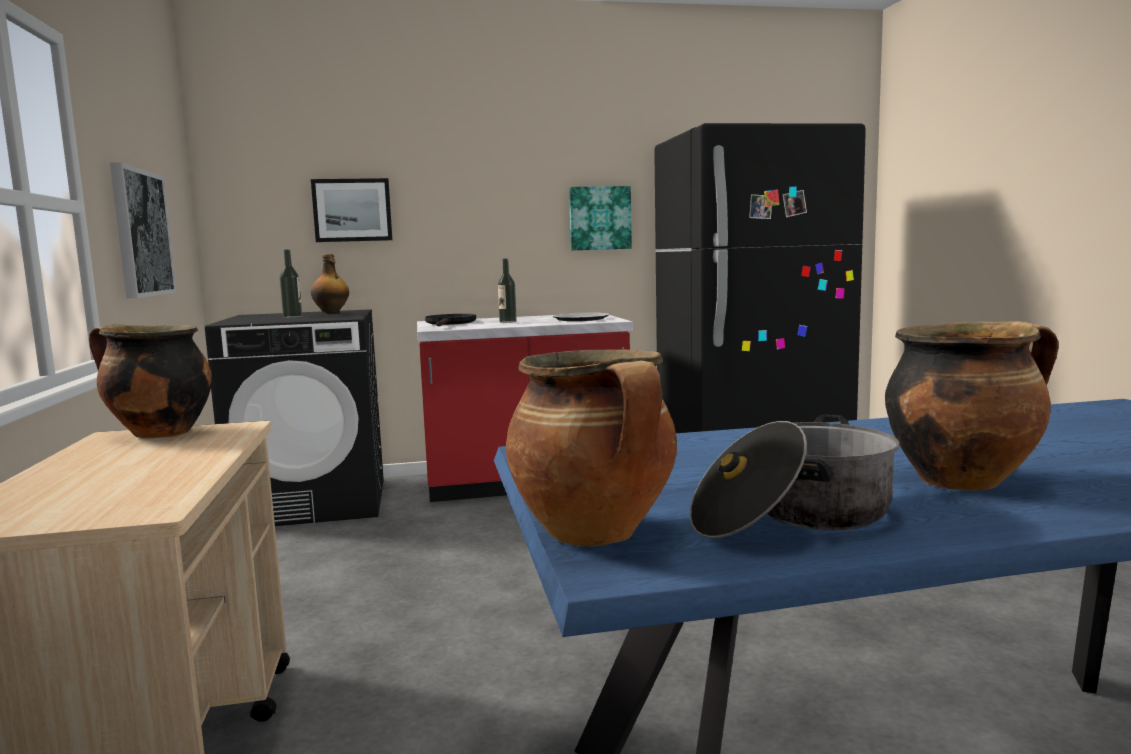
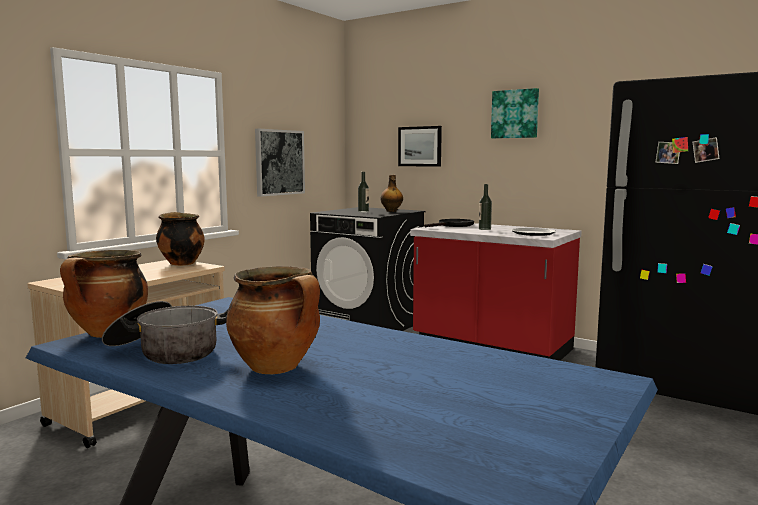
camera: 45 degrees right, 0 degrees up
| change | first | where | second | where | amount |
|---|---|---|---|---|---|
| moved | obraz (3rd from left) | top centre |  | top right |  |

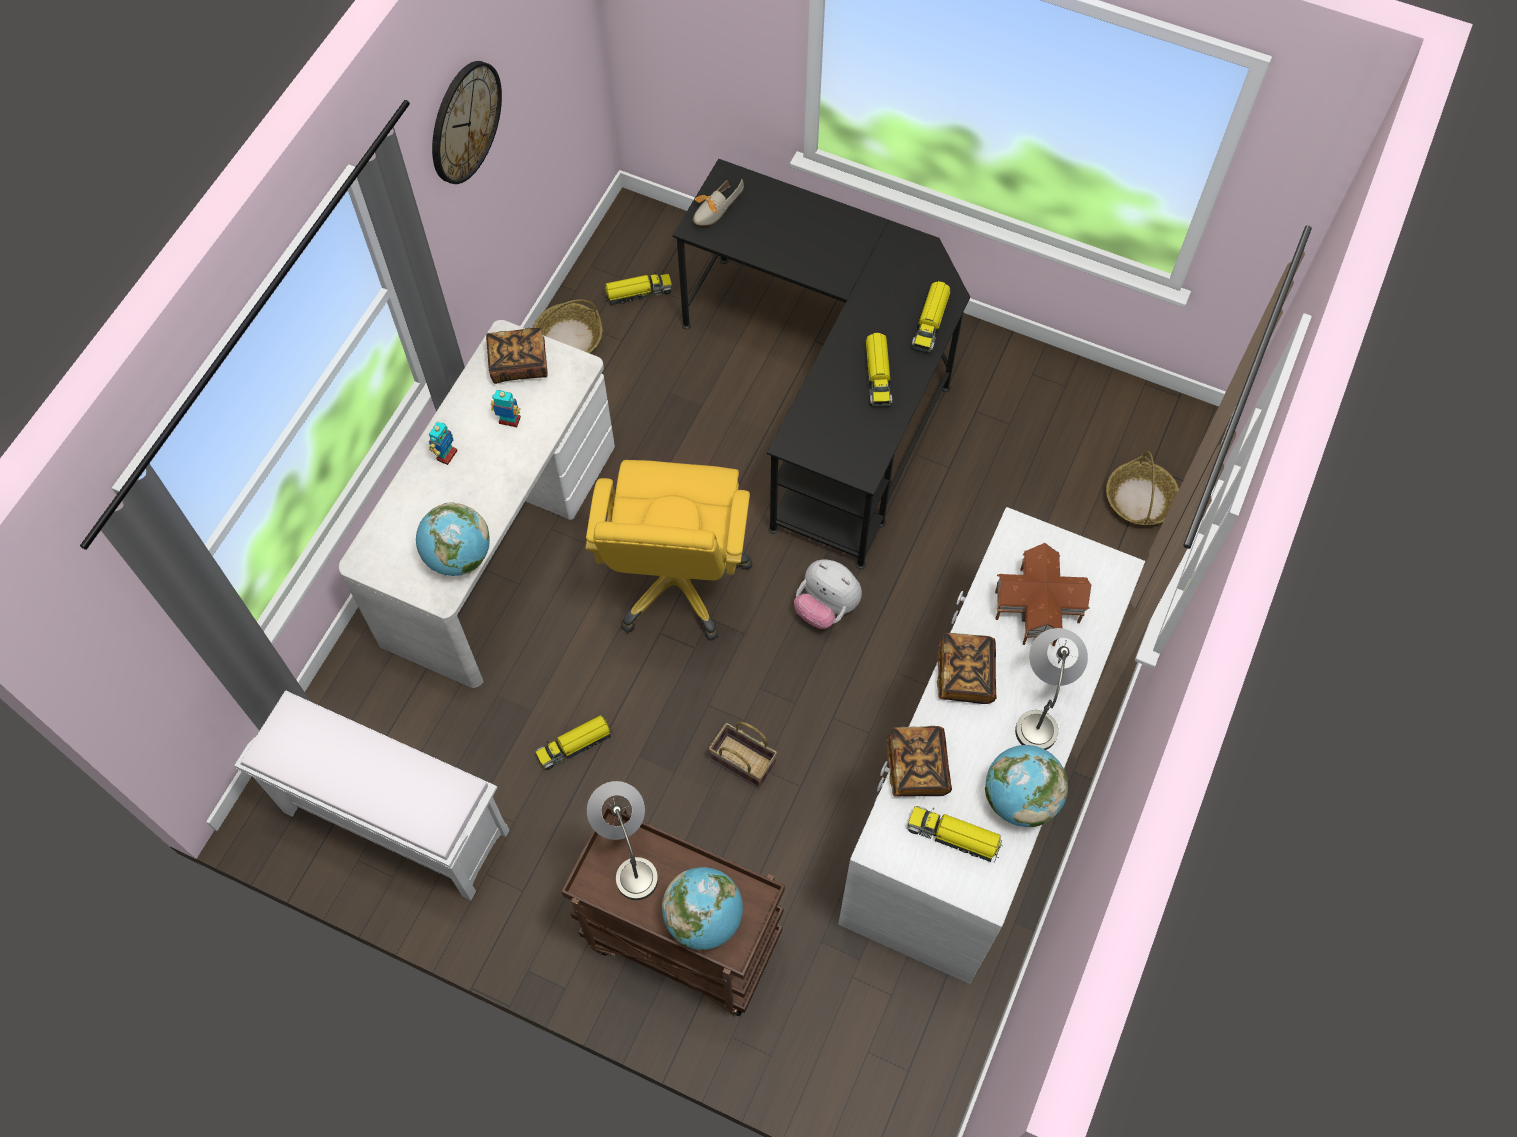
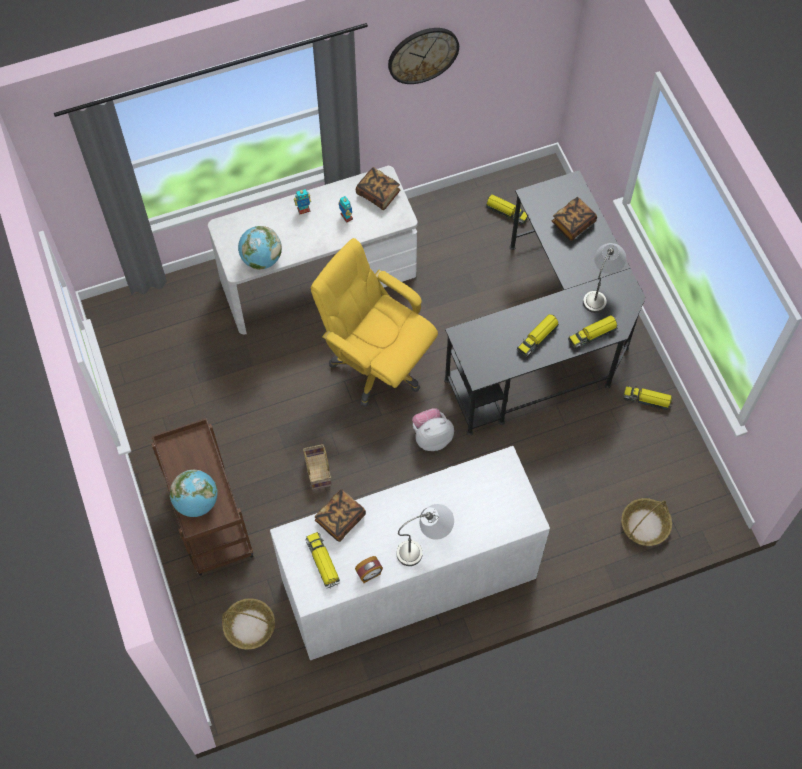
camera: 45 degrees right, 0 degrees up
| change | first | where | second | where | amount |
|---|---|---|---|---|---|
| removed | but | top centre |  |  |  |
| moved | koszyk (1st from left) | top centre |  | bottom left |  |
| turned | krzesło biurowe [żółty] | centre |  | centre | 75 degrees clockwise |
| removed | domek | middle right |  |  |  |
| turned | pluszak | centre |  | centre | 75 degrees clockwise |
| moved | książka (3rd from left) | centre |  | top right |  |
| removed | ławka [biały] | bottom left |  |  |  |
| moved | ciężarówka zabawkowa (1st from left in the first image) | centre | ciężarówka zabawkowa (5th from left) | middle right |  |
| replaced | globus (3rd from left) | bottom right | budzik | bottom centre |  |
| moved | lampa stołowa [szary] (1st from left in the first image) | bottom centre | lampa stołowa [szary] (2nd from left) | middle right |  |

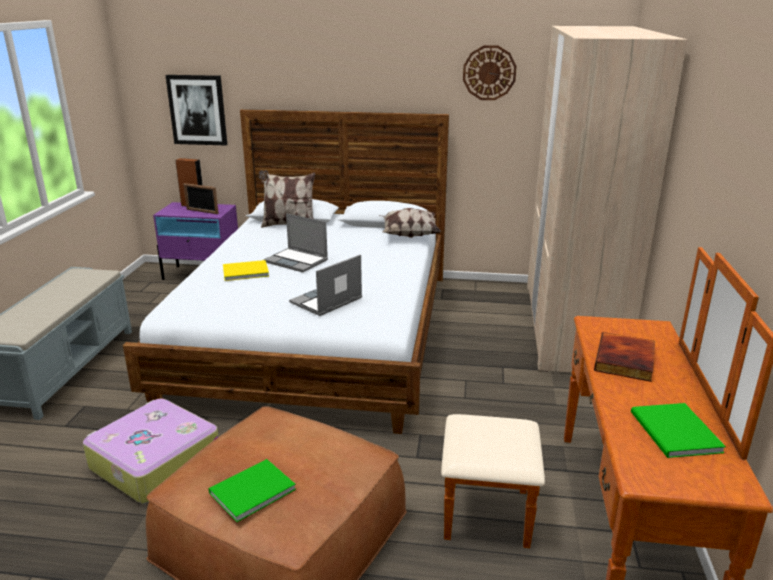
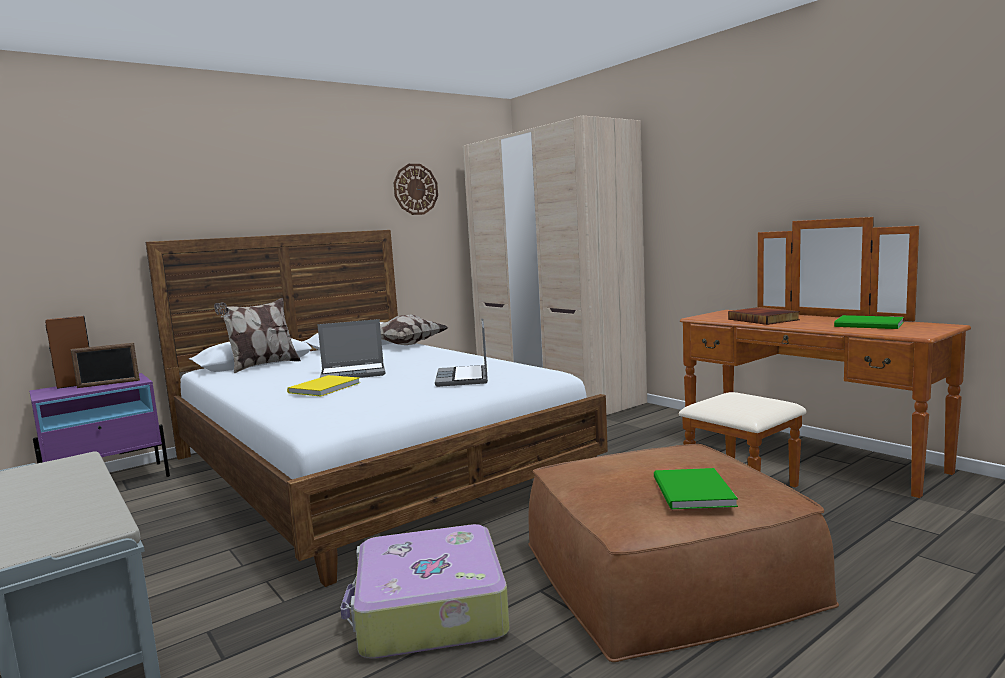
camera: 45 degrees left, 15 degrees down
| change | first | where | second | where | amount |
|---|---|---|---|---|---|
| removed | obraz | top left |  |  |  |

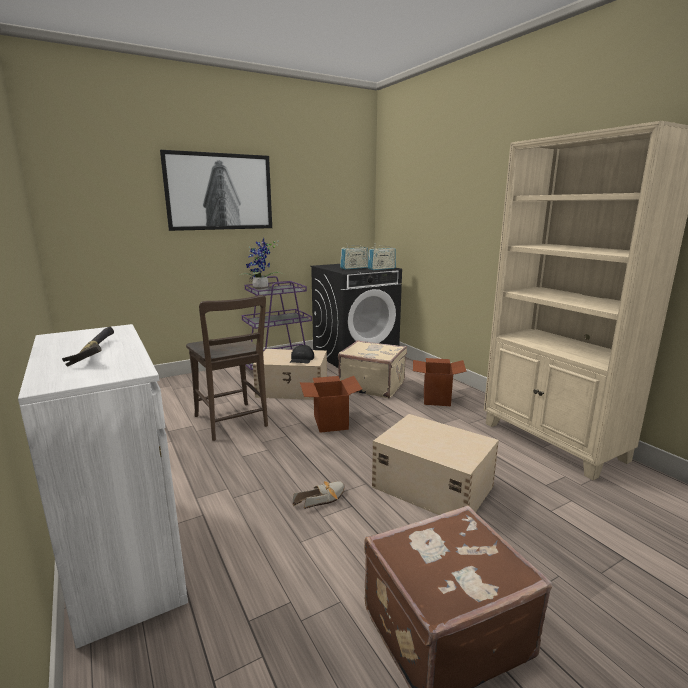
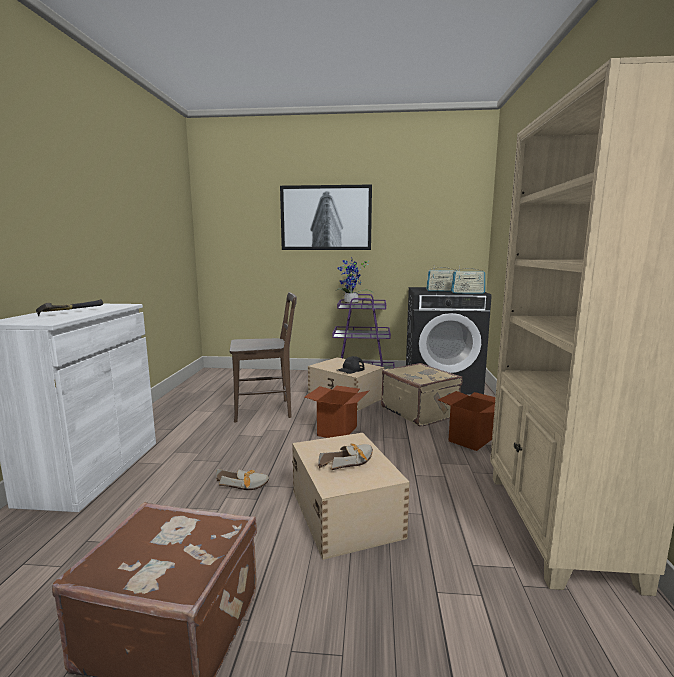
camera: 35 degrees right, 5 degrees down
| change | first | where | second | where | amount |
|---|---|---|---|---|---|
| turned | krzesło [brązowy] | middle left |  | centre | 105 degrees counterclockwise |
| added |  |  | but (2nd from left) | bottom centre |  |

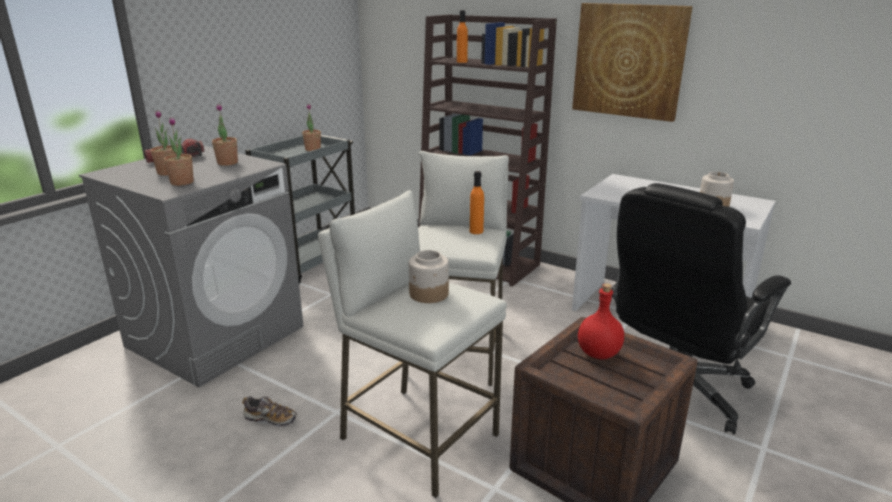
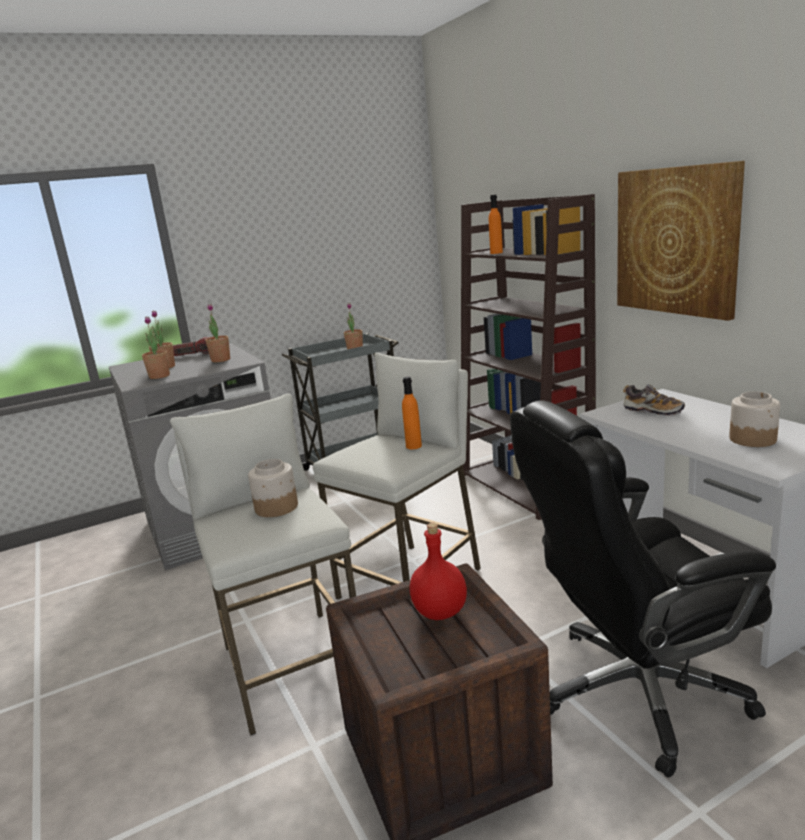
camera: 30 degrees right, 5 degrees down
| change | first | where | second | where | amount |
|---|---|---|---|---|---|
| moved | but | bottom left |  | middle right |  |

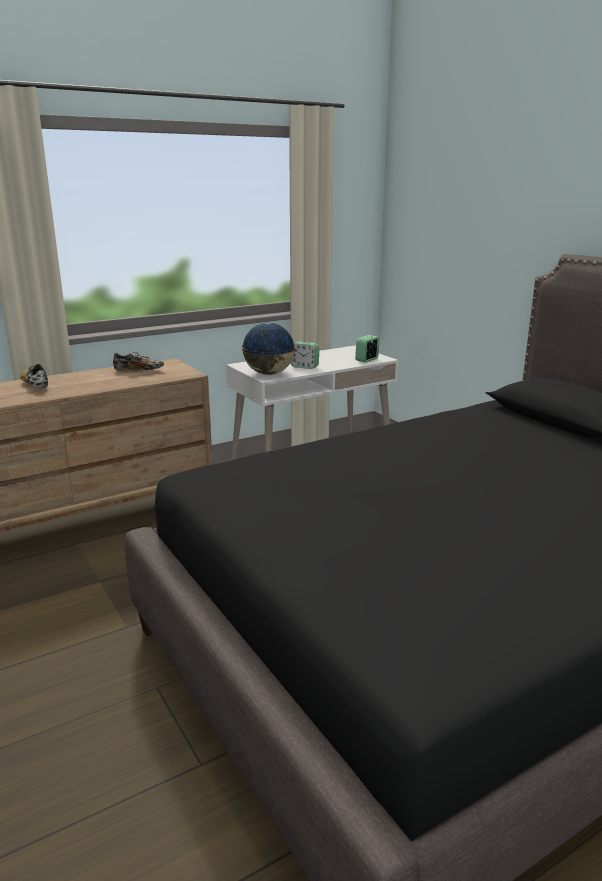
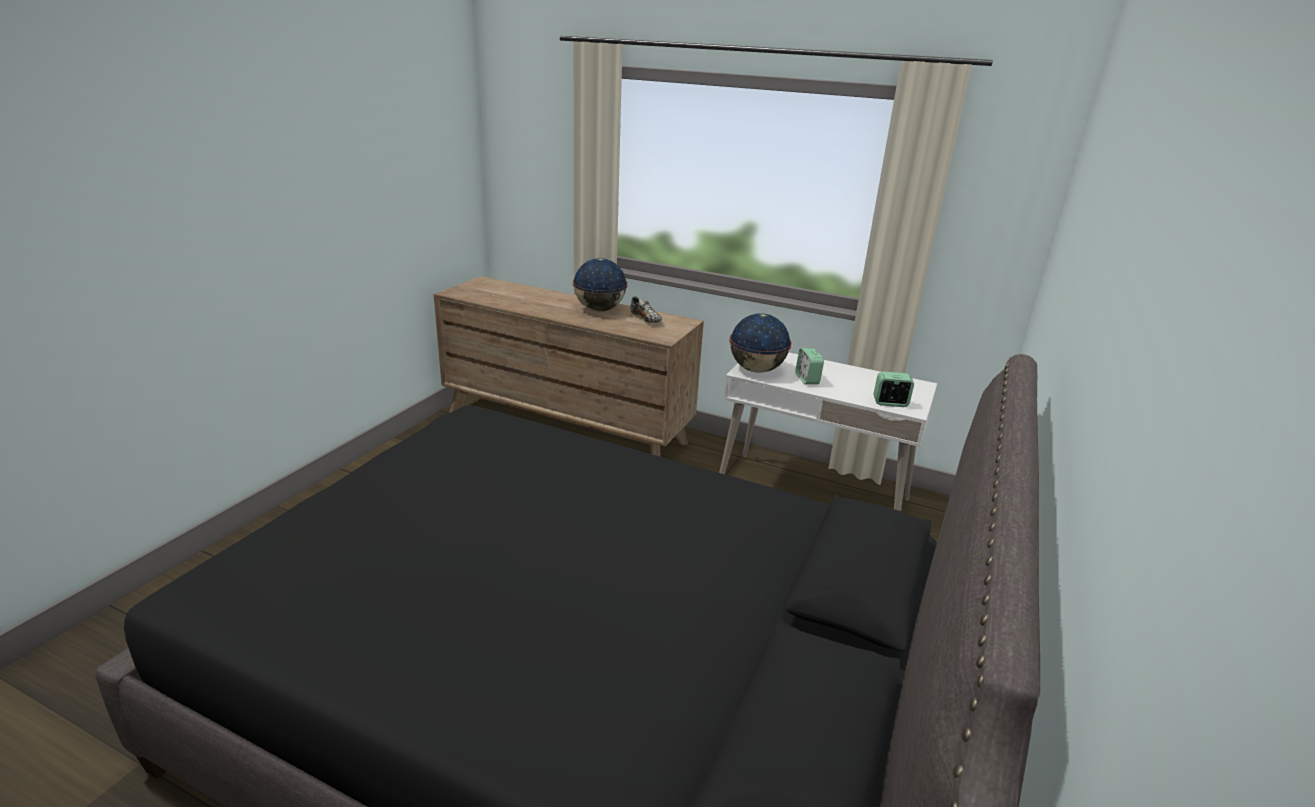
camera: 55 degrees right, 5 degrees up
| change | first | where | second | where | amount |
|---|---|---|---|---|---|
| removed | but (1st from left) | middle left |  |  |  |
| added |  |  | globus (1st from left) | centre |  |

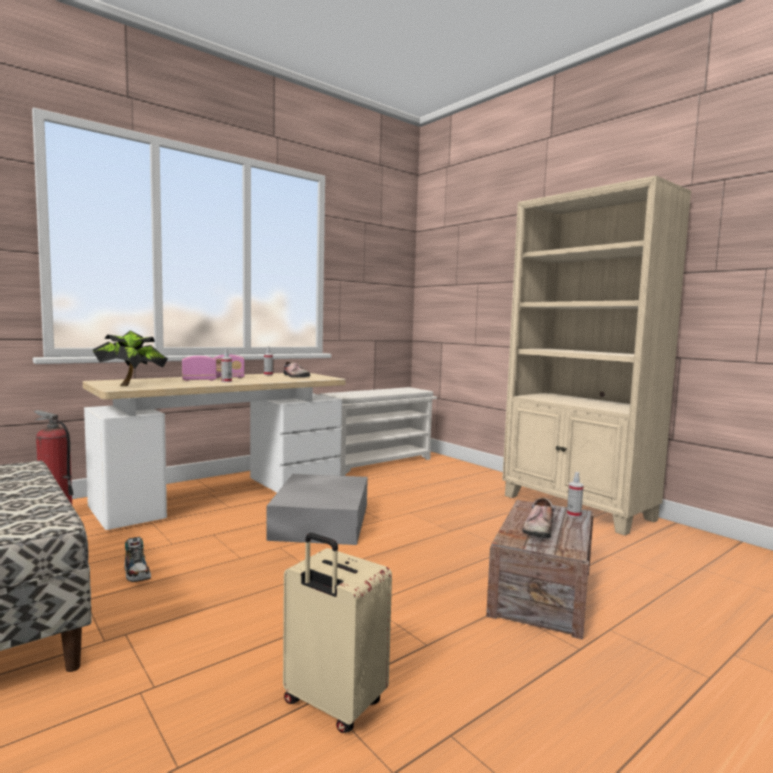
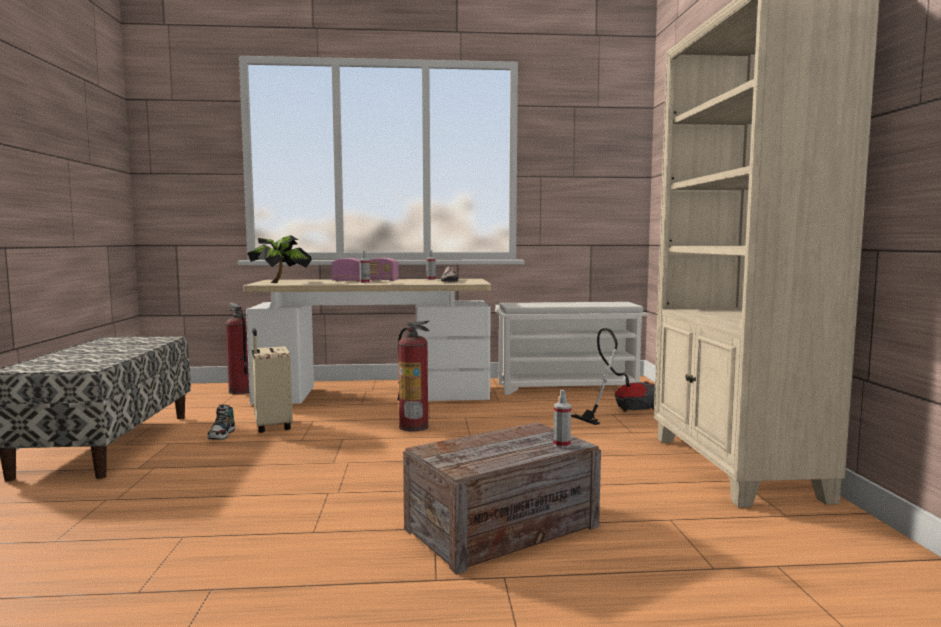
camera: 35 degrees right, 0 degrees up
| change | first | where | second | where | amount |
|---|---|---|---|---|---|
| replaced | pojemnik do przechowywania [szary] | centre | gaśnica (2nd from left) | centre |  |
| removed | but (3rd from left) | bottom right |  |  |  |
| moved | walizka [beżowy] | bottom centre |  | middle left |  |
| added |  |  | odkurzacz | centre |  |

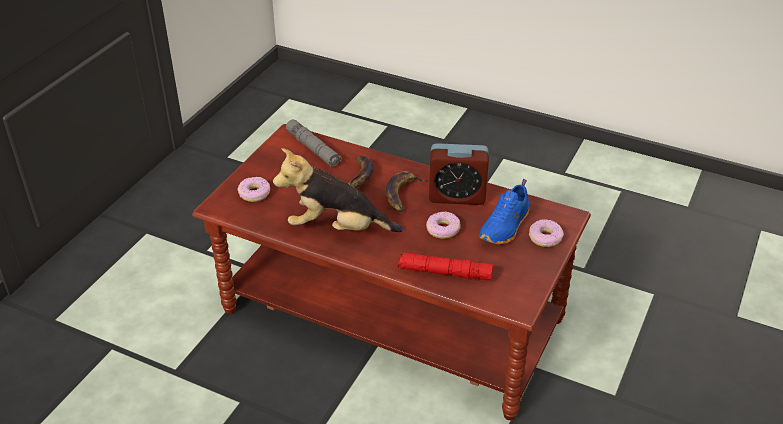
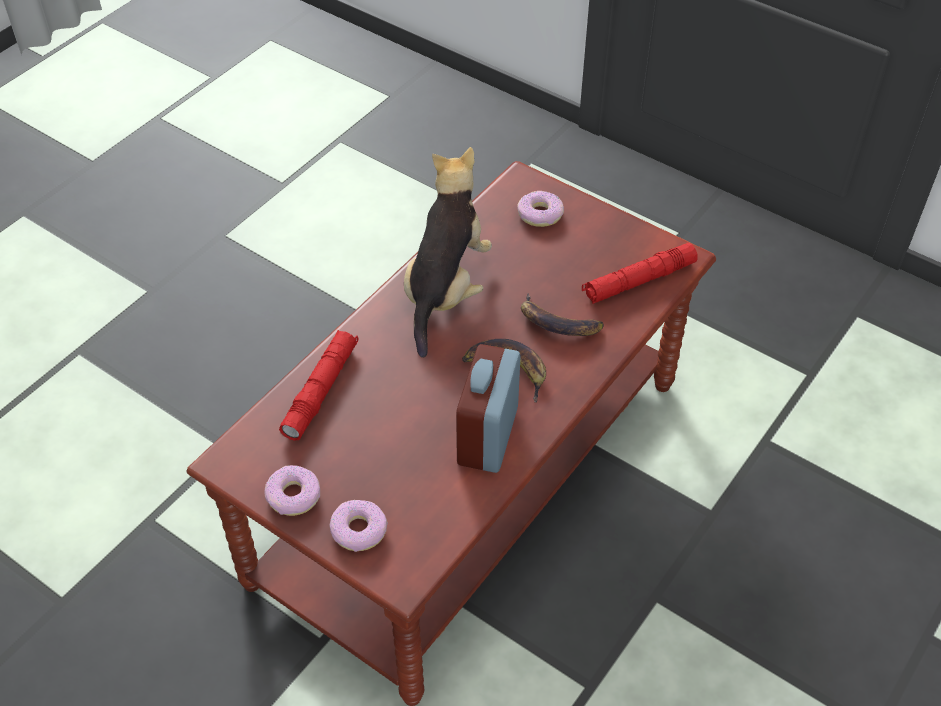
camera: 100 degrees right, 10 degrees up
| change | first | where | second | where | amount |
|---|---|---|---|---|---|
| recoloured | latarka [szary] | centre | latarka [czerwony] (2nd from left) | middle right |  |
| removed | but [niebieski] | centre |  |  |  |
| moved | donut (2nd from left in the first image) | centre | donut (1st from left) | bottom left |  |

